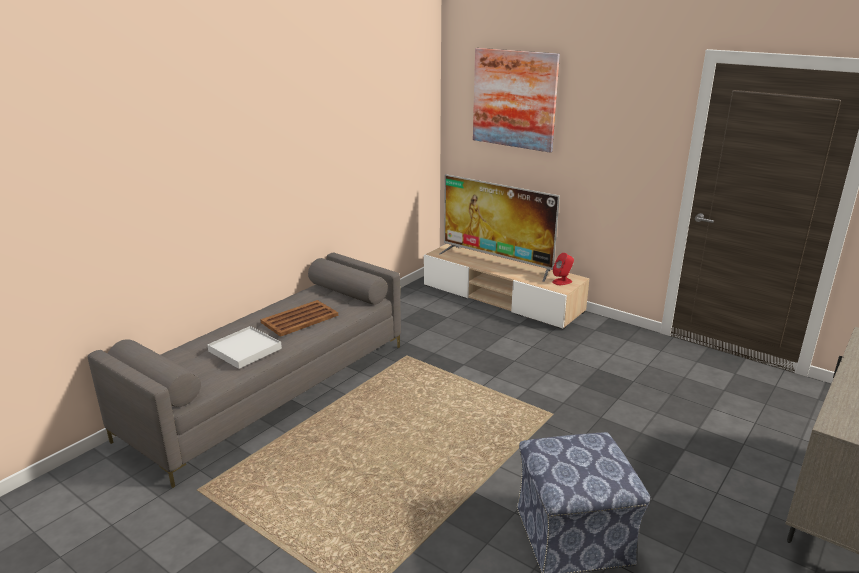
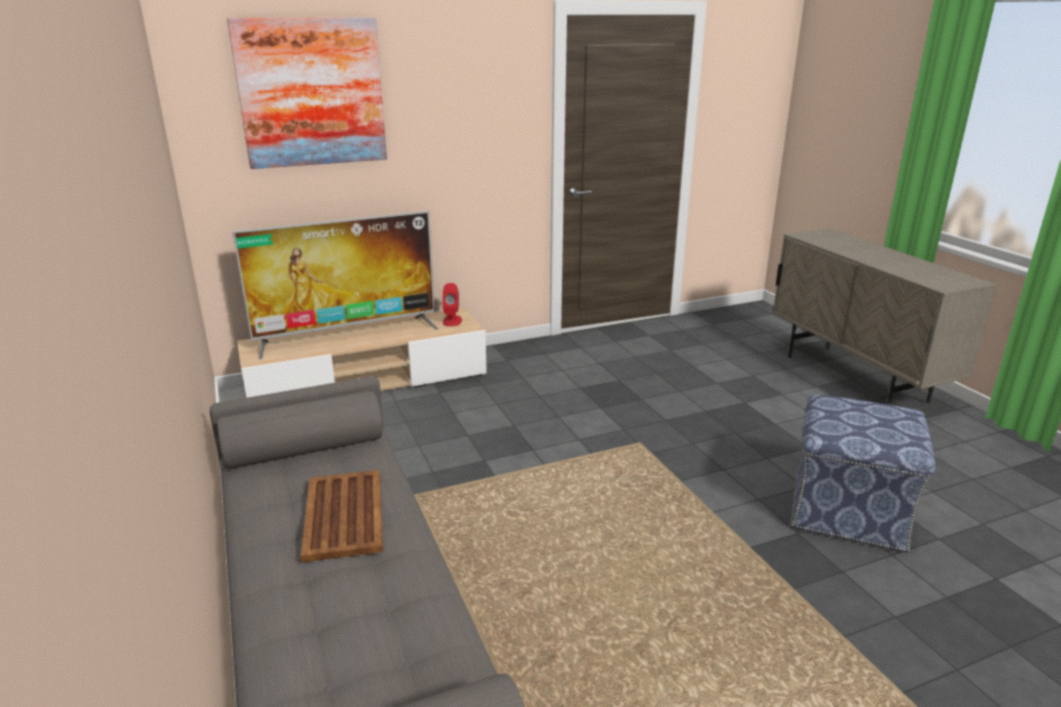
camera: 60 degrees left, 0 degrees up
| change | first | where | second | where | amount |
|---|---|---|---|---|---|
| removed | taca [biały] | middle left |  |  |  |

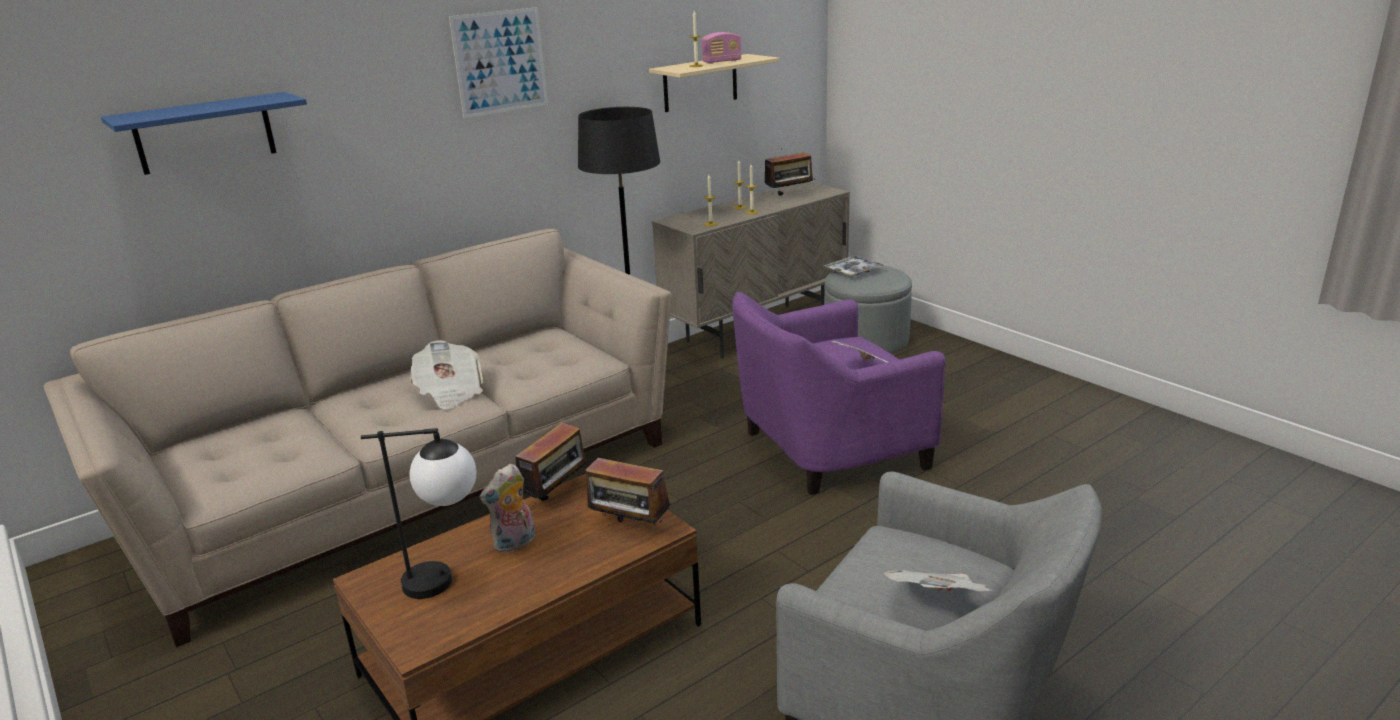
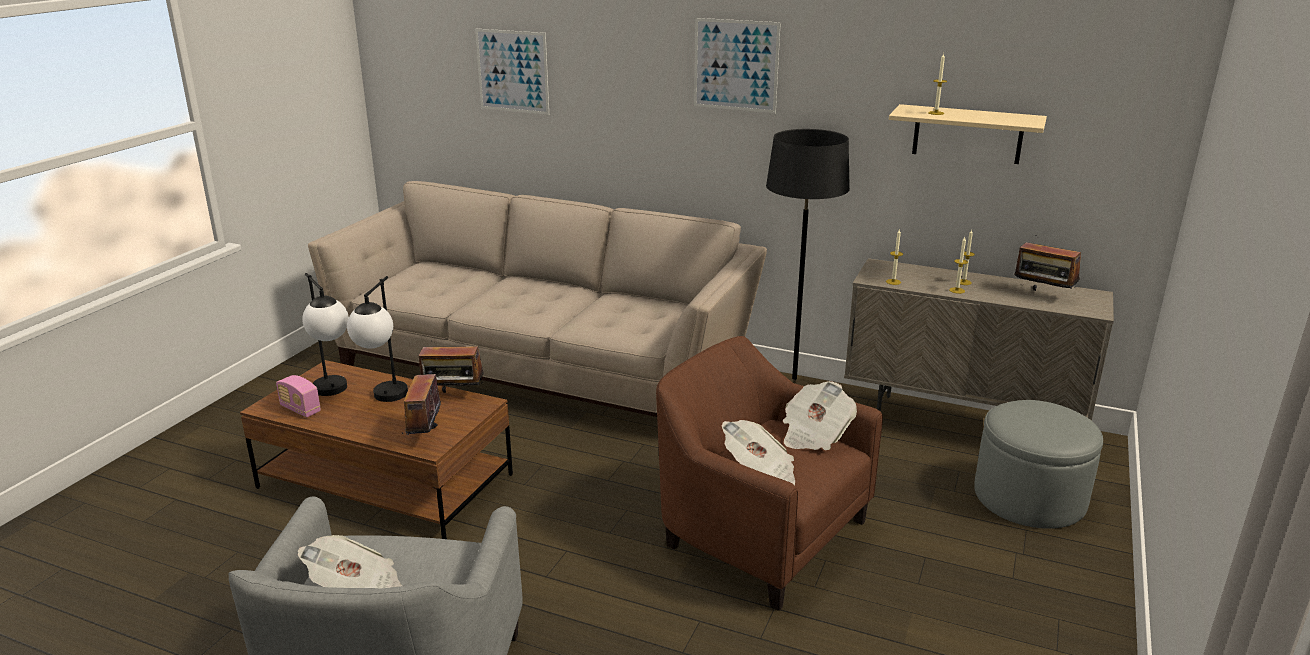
camera: 60 degrees right, 0 degrees up
| change | first | where | second | where | amount |
|---|---|---|---|---|---|
| moved | radio (3rd from left in the first image) | top centre | radio (1st from left) | middle left |  |
| replaced | półka [niebieski] | top left | obraz (1st from left) | top centre |  |
| removed | taca | centre |  |  |  |
| recoloured | fotel [fioletowy] | centre | fotel [brązowy] | bottom centre |  |
| moved | gazeta (1st from left in the first image) | middle left | gazeta (3rd from left) | centre |  |
| replaced | pluszak | bottom centre | lampa stołowa (2nd from left) | middle left |  |

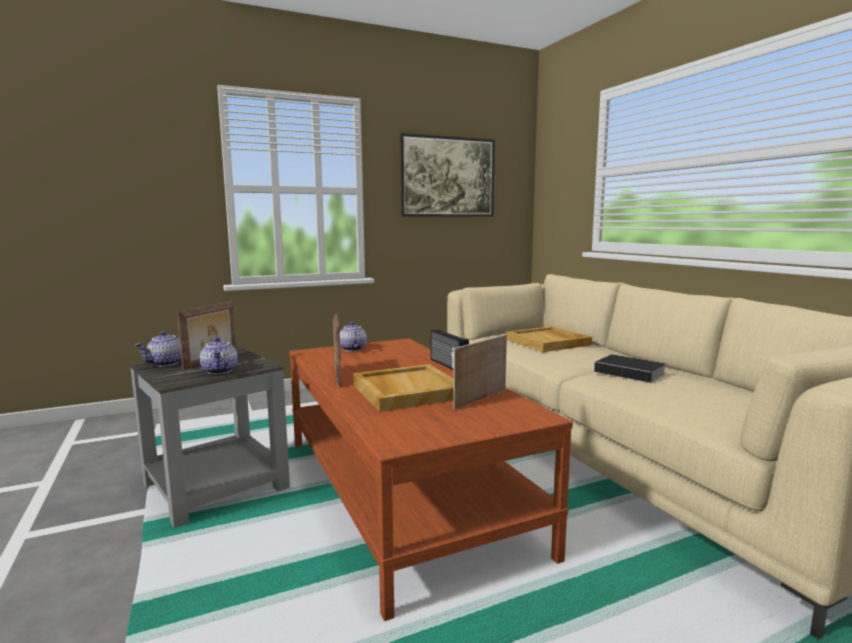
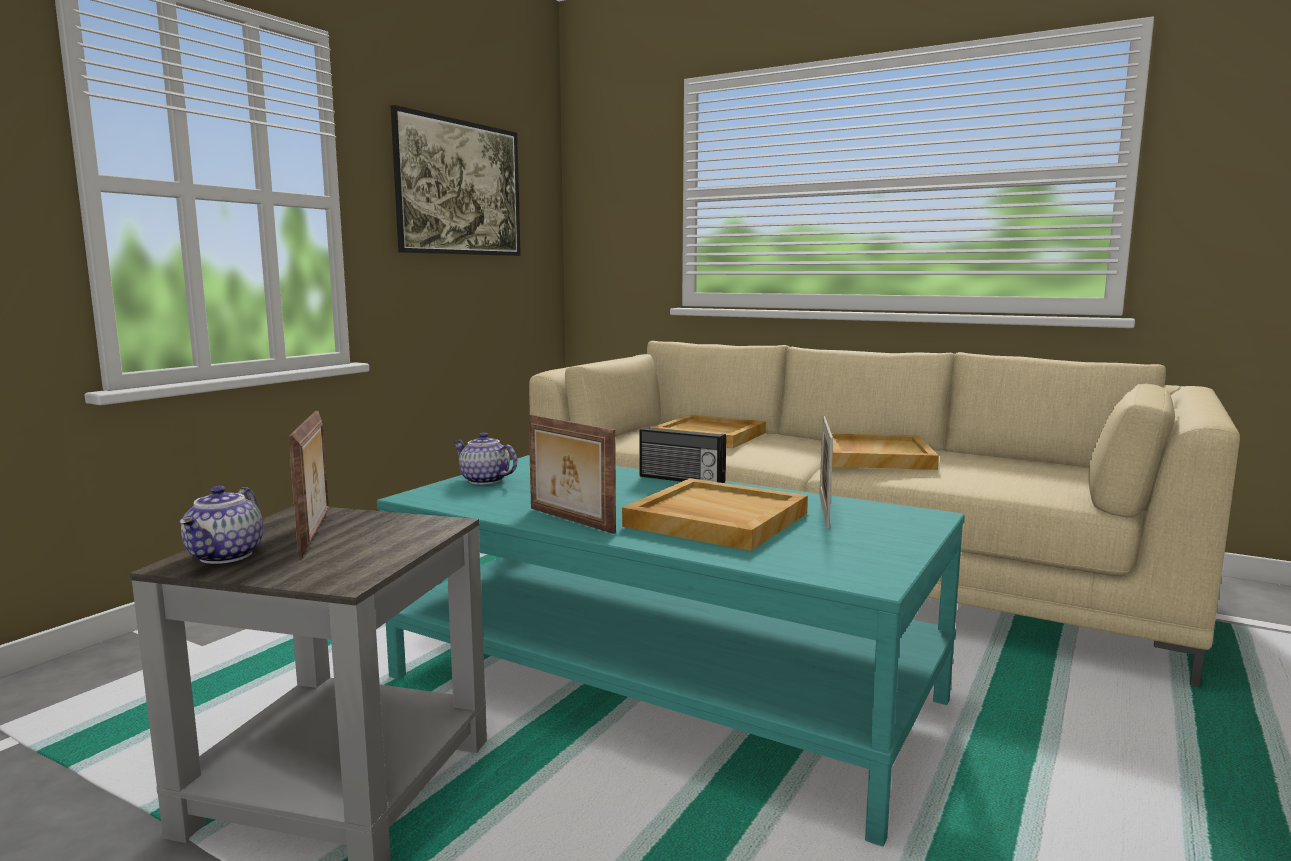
camera: 35 degrees left, 0 degrees up
| change | first | where | second | where | amount |
|---|---|---|---|---|---|
| removed | imbryk (2nd from left) | middle left |  |  |  |
| recoloured | ława [brązowy] | bottom centre | ława [turkusowy] | bottom centre |  |
| replaced | książka | middle right | taca [beżowy] (3rd from left) | middle right |  |

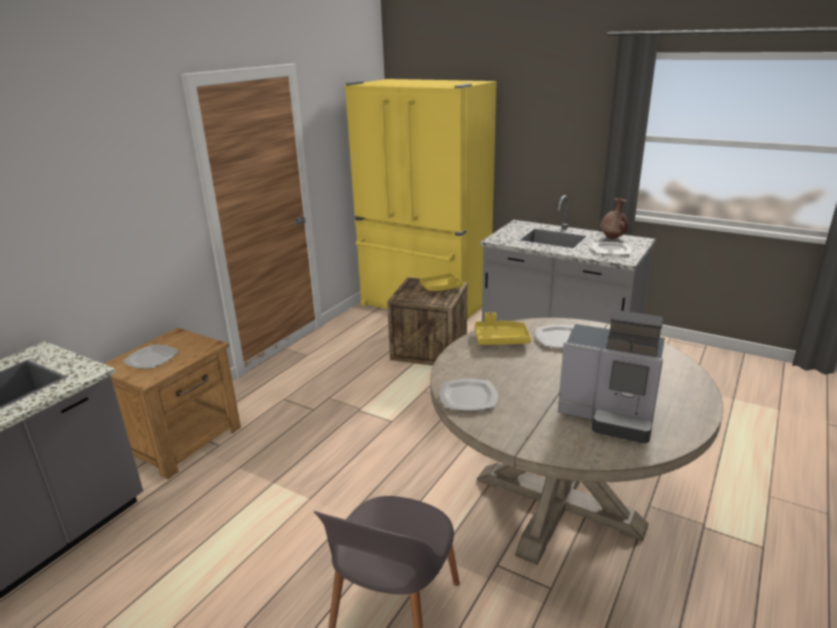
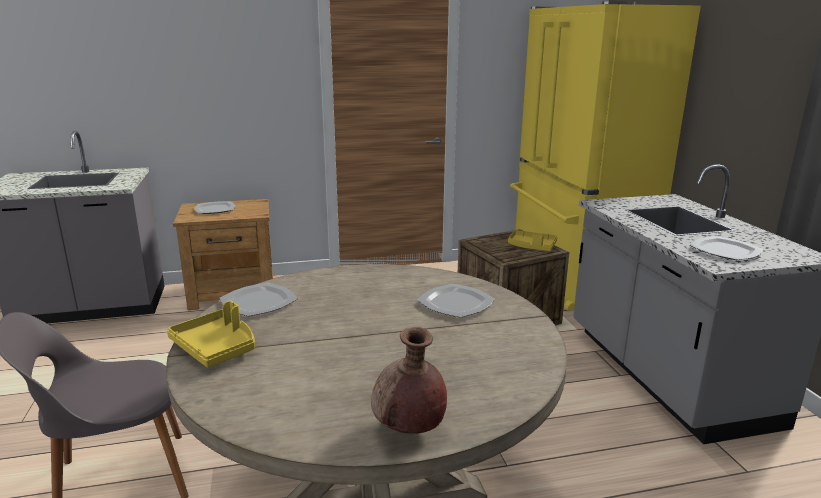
camera: 45 degrees right, 5 degrees down
| change | first | where | second | where | amount |
|---|---|---|---|---|---|
| moved | wazon [brązowy] | middle right |  | bottom centre |  |
| removed | ekspres do kawy | middle right |  |  |  |
| moved | taca [żółty] (2nd from left in the first image) | centre | taca [żółty] (1st from left) | bottom left |  |

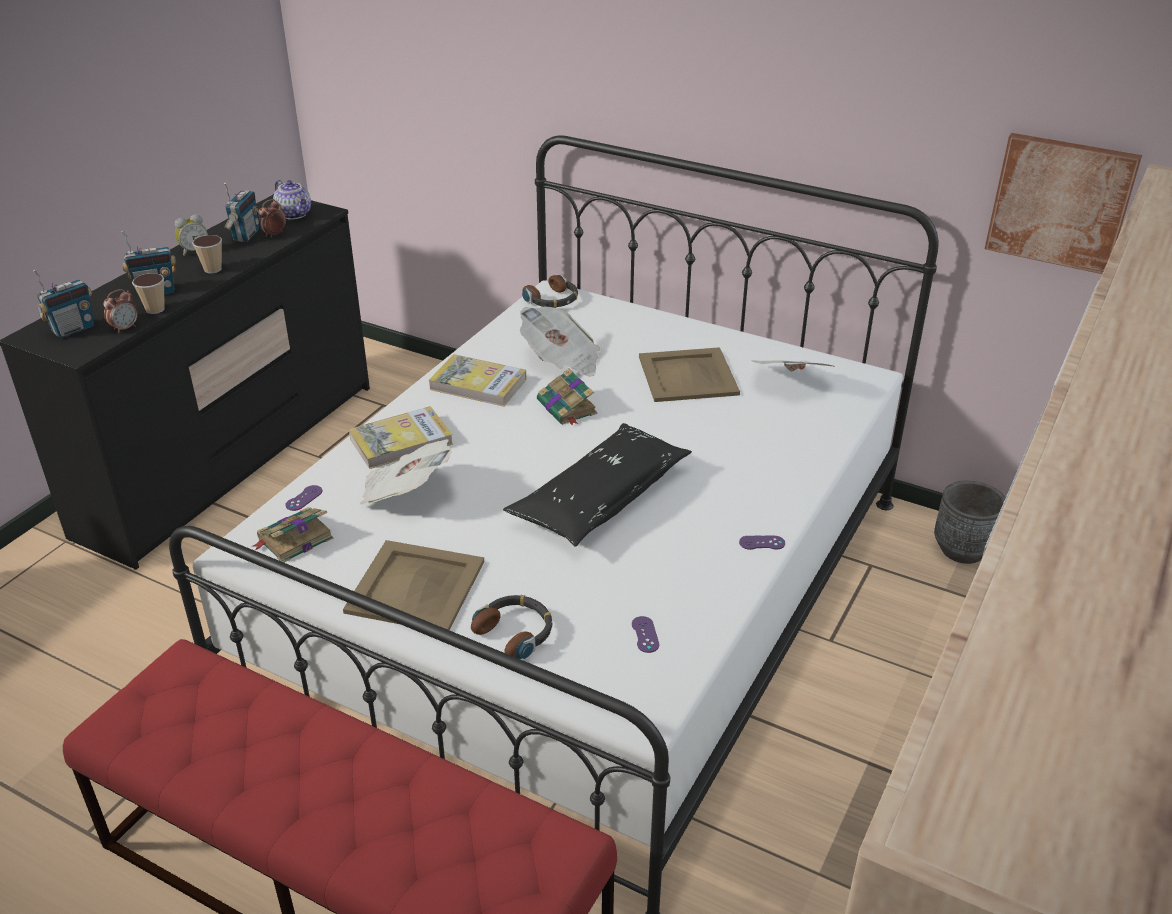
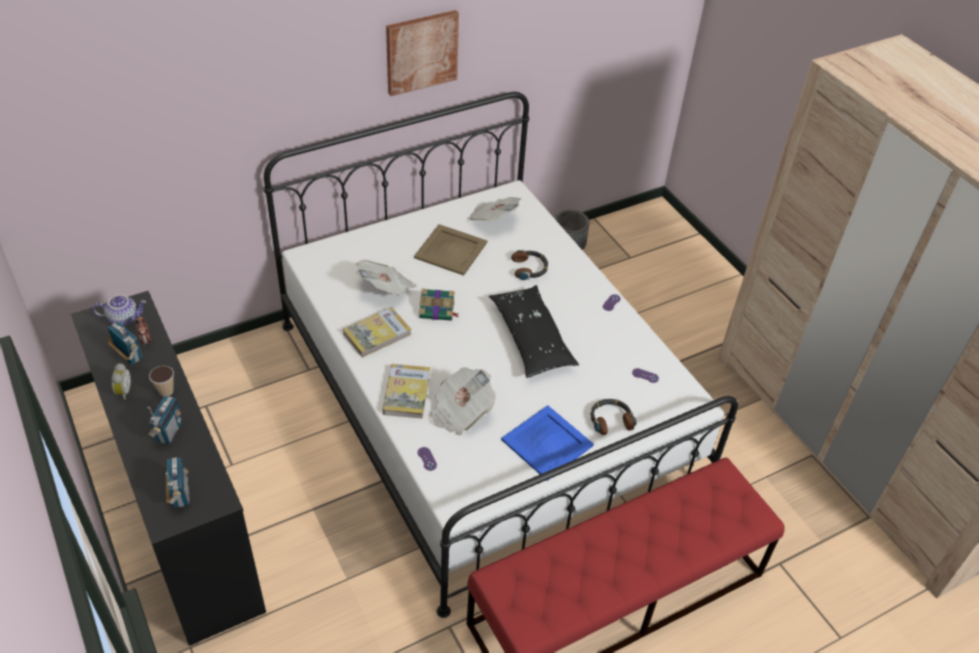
camera: 60 degrees left, 10 degrees up
| change | first | where | second | where | amount |
|---|---|---|---|---|---|
| moved | obraz | top right |  | top centre |  |
| removed | filiżanka (1st from left) | top left |  |  |  |
| moved | słuchawki (2nd from left in the first image) | top centre | słuchawki (1st from left) | centre |  |
| removed | budzik (1st from left) | middle left |  |  |  |
| removed | książka (1st from left) | middle left |  |  |  |
| recoloured | taca [beżowy] (1st from left) | centre | taca [niebieski] | bottom centre |  |

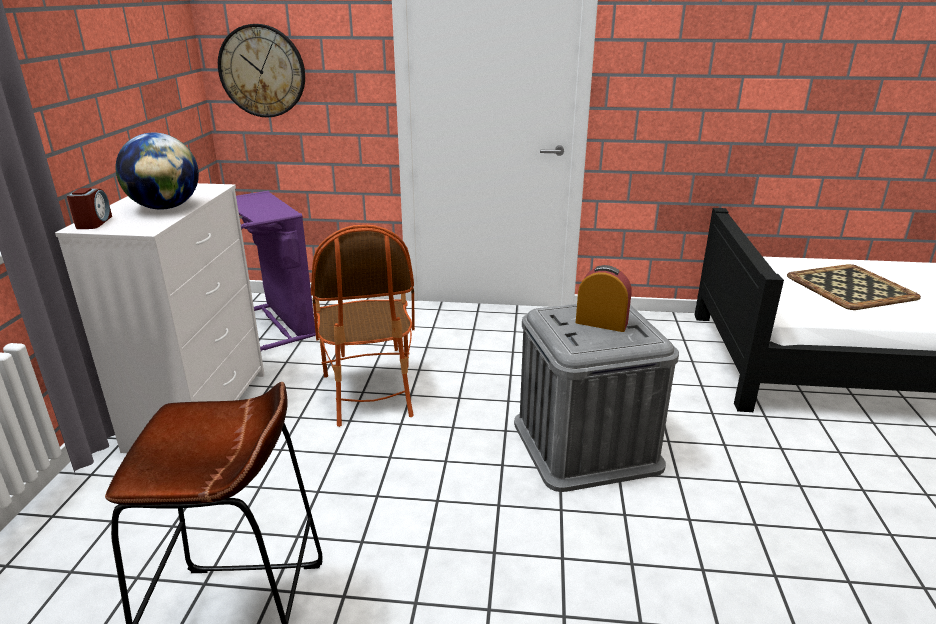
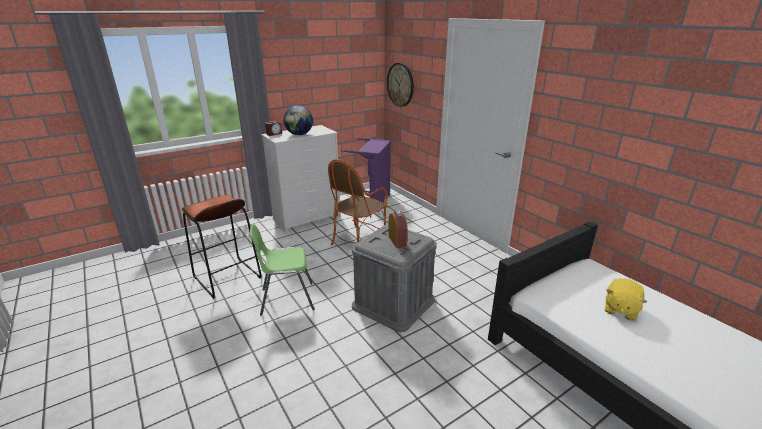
camera: 50 degrees right, 0 degrees up
| change | first | where | second | where | amount |
|---|---|---|---|---|---|
| replaced | taca | middle right | pluszak [żółty] | bottom right |  |
| added |  |  | krzesło [zielony] | centre |  |

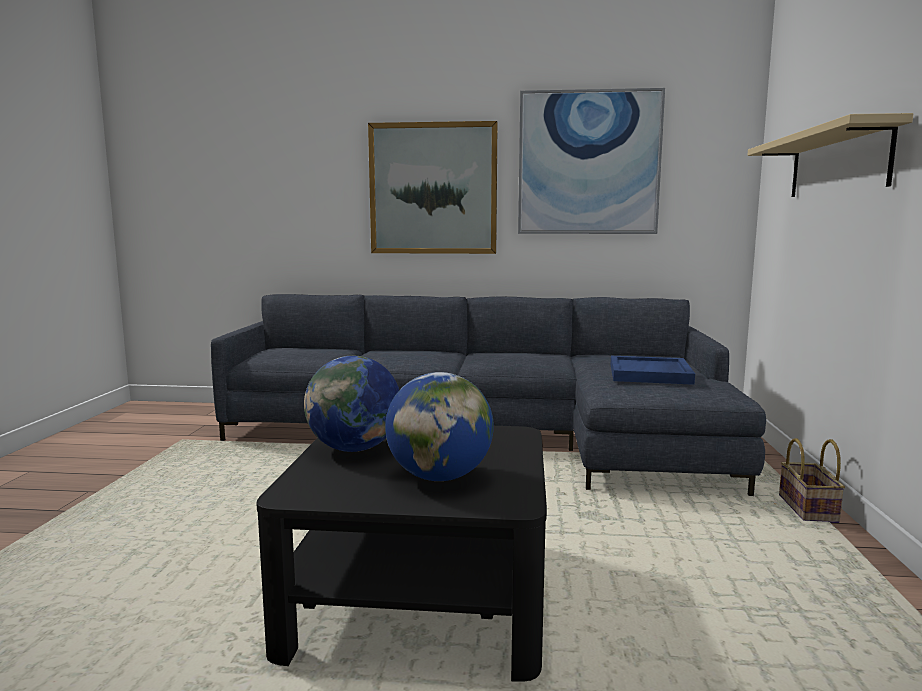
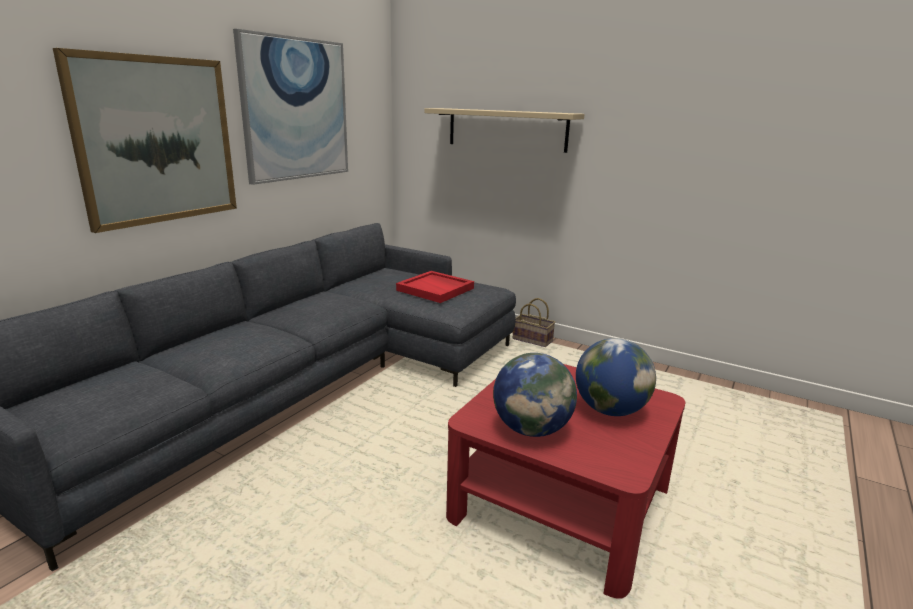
camera: 65 degrees left, 10 degrees up
| change | first | where | second | where | amount |
|---|---|---|---|---|---|
| recoloured | taca [niebieski] | middle right | taca [czerwony] | centre |  |
| recoloured | ława [czarny] | bottom centre | ława [czerwony] | bottom centre |  |

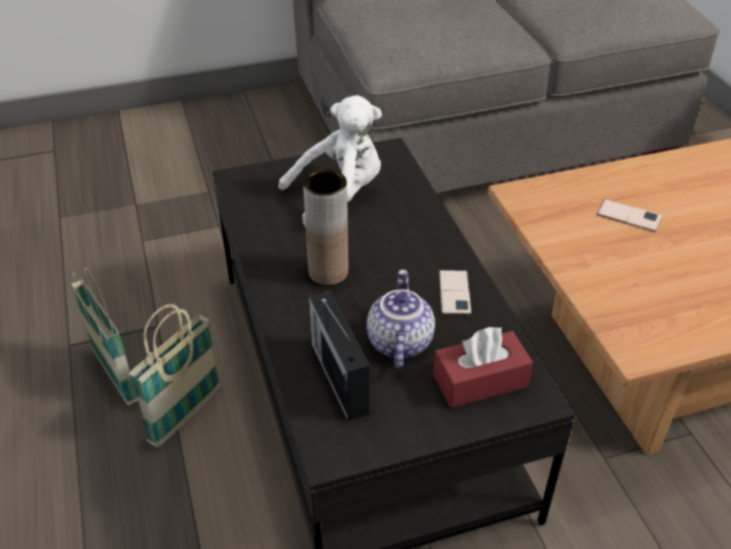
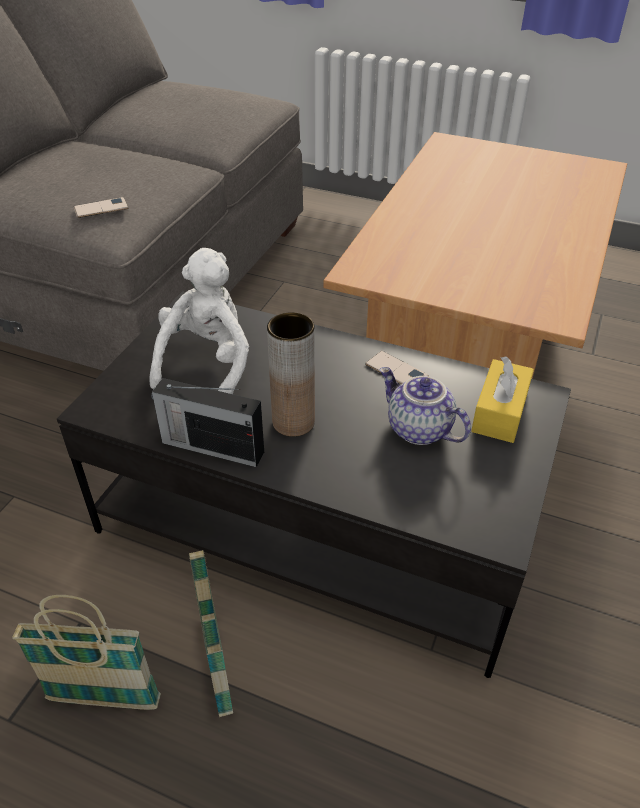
camera: 50 degrees left, 0 degrees up
| change | first | where | second | where | amount |
|---|---|---|---|---|---|
| moved | telefon (2nd from left in the first image) | middle right | telefon (1st from left) | top left |  |
| moved | radio | centre |  | middle left |  |
| recoloured | pudełko chusteczek [czerwony] | bottom centre | pudełko chusteczek [żółty] | middle right |  |

